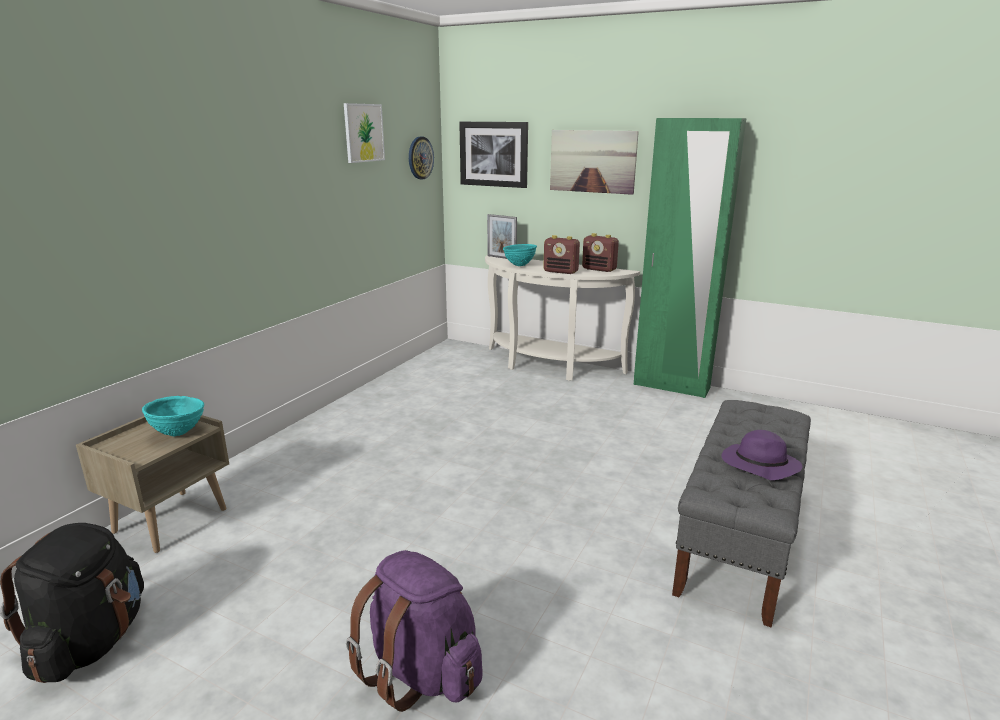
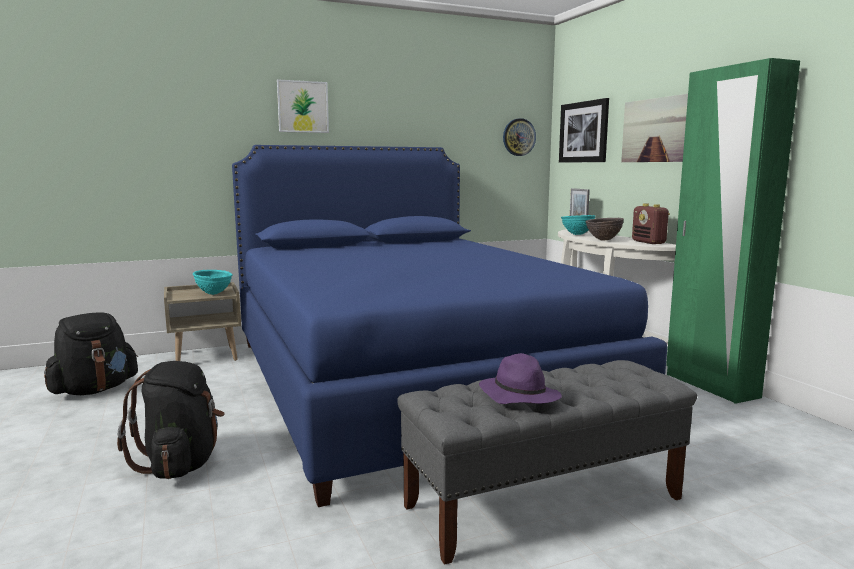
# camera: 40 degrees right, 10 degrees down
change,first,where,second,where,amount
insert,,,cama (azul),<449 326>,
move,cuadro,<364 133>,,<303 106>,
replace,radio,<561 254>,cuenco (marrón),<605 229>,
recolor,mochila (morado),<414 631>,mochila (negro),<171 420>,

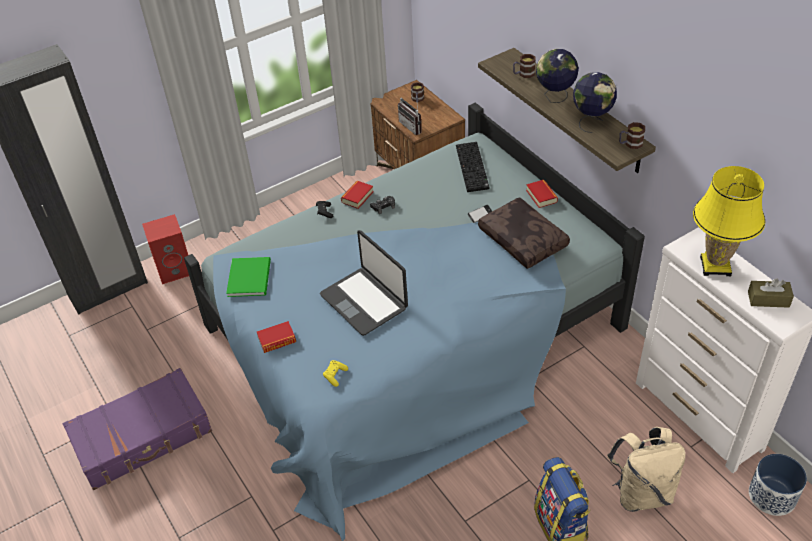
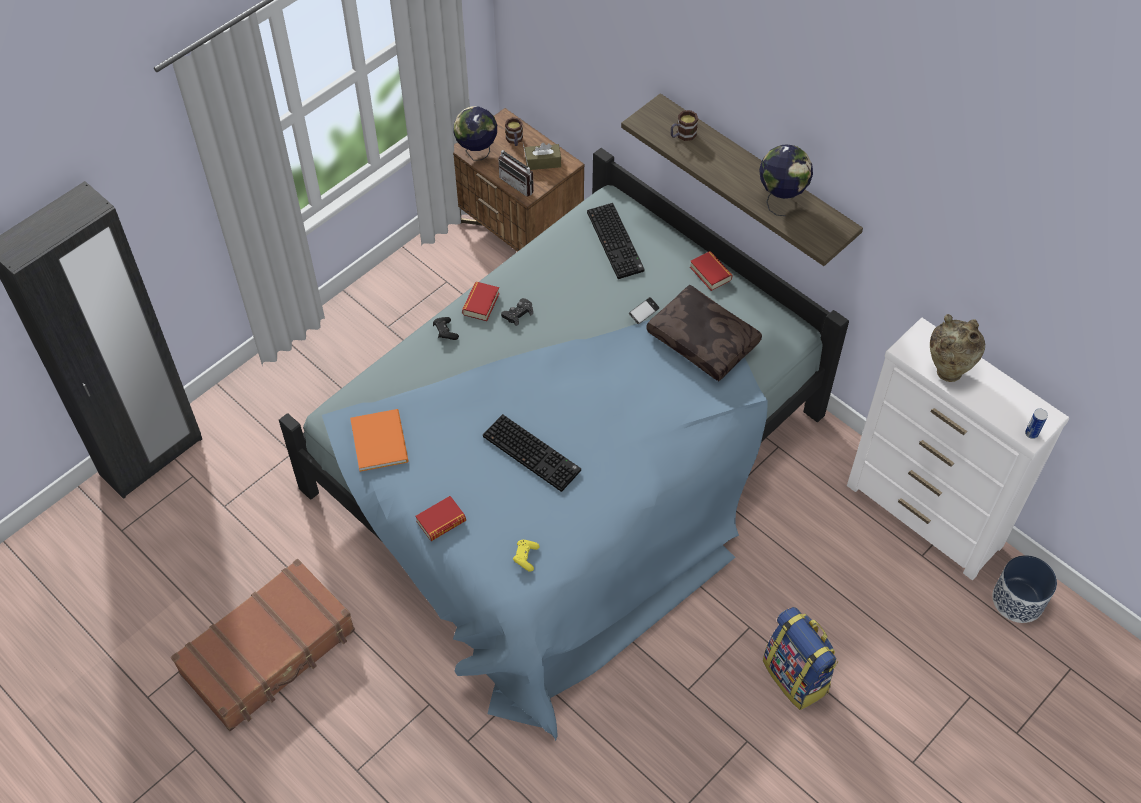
# camera: 15 degrees left, 10 degrees up
change,first,where,second,where,amount
delete,altavoz (rojo),<165 249>,,,
delete,mochila (beis),<646 469>,,,
delete,taza grande,<632 135>,,,
insert,,,lata,<1036 423>,
move,globo terráqueo,<557 76>,,<475 134>,
move,caja de pañuelos (marrón),<771 293>,,<543 156>,
replace,portátil,<364 283>,teclado,<532 453>,
replace,lámpara de mesa (amarillo),<729 221>,florero (beis),<957 348>,
recolor,maleta (morado),<137 429>,maleta (marrón),<263 645>,
recolor,libro (verde),<248 277>,libro (naranja),<379 440>,

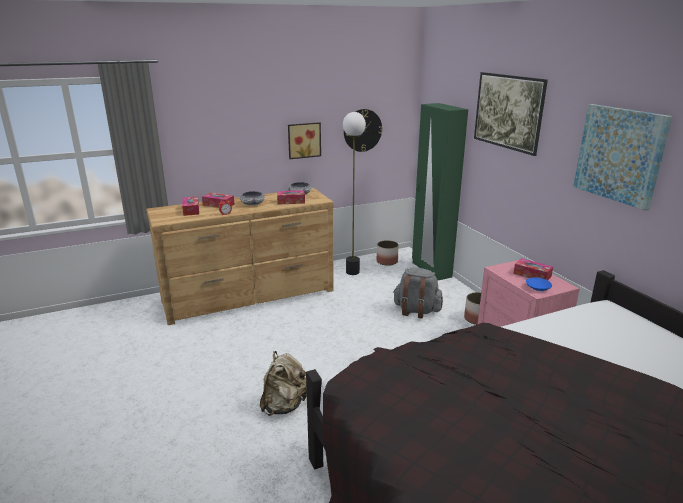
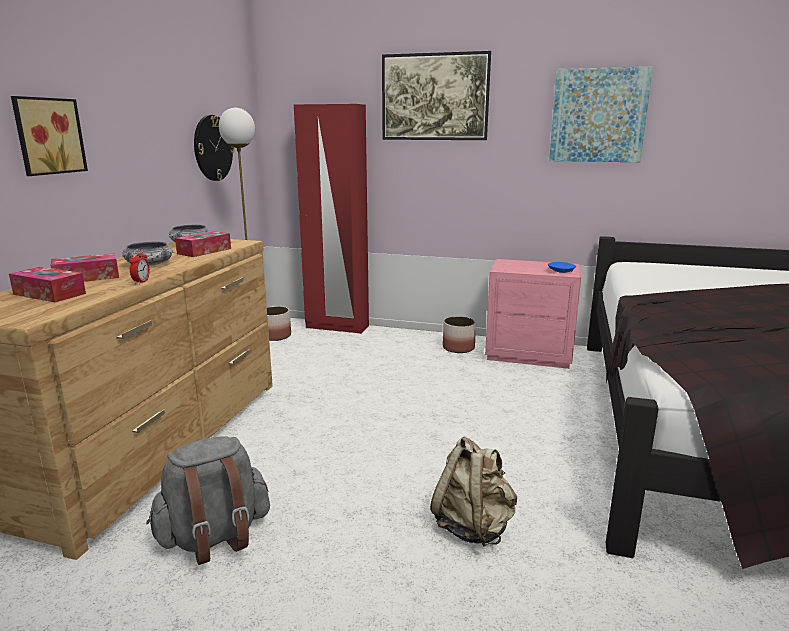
# camera: 50 degrees left, 5 degrees down
change,first,where,second,where,amount
delete,caja de pañuelos,<533 269>,,,
move,cuadro,<304 140>,,<49 136>,
move,mochila (gris),<418 293>,,<208 500>,
recolor,armario ropero (verde),<440 192>,armario ropero (rojo),<331 219>,

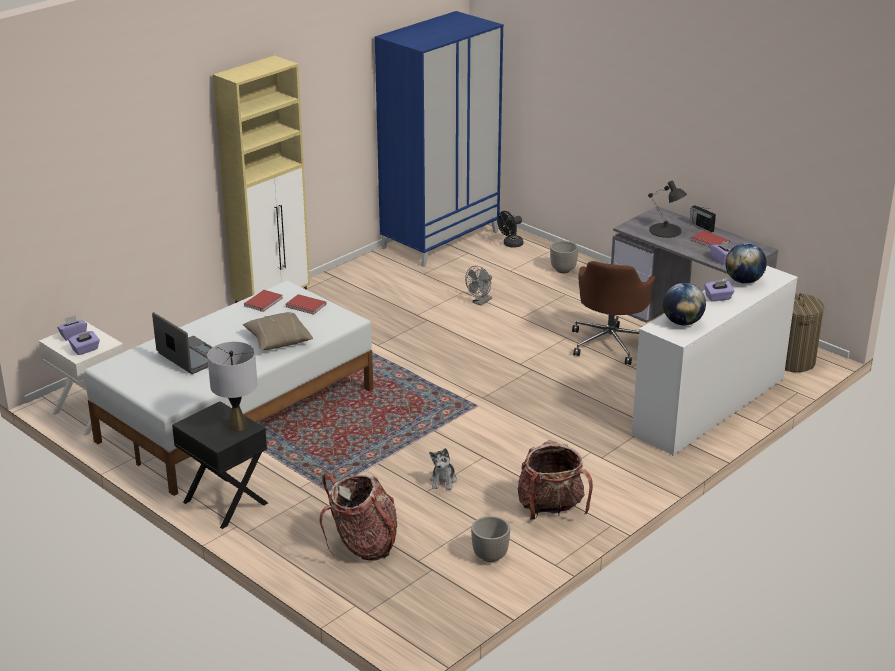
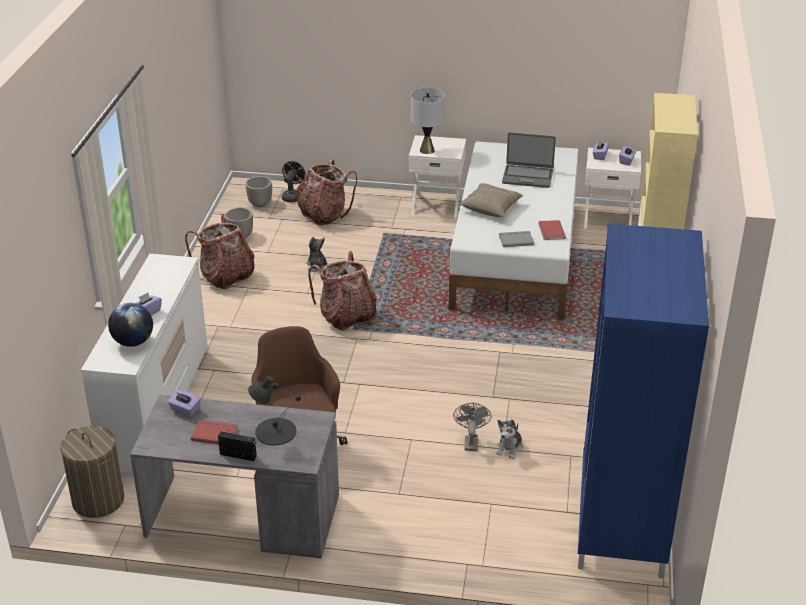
# camera: 145 degrees right, 5 degrees up
change,first,where,second,where,amount
delete,globo terráqueo,<684 304>,,,
insert,,,mochila,<342 291>,
insert,,,peluche,<509 439>,
move,ventilador (negro),<510 229>,,<294 181>,
move,maceta,<564 257>,,<258 191>,
recolor,mesita de noche (negro),<220 465>,mesita de noche (blanco),<437 176>,
recolor,libro (rojo),<306 304>,libro (gris),<516 239>,

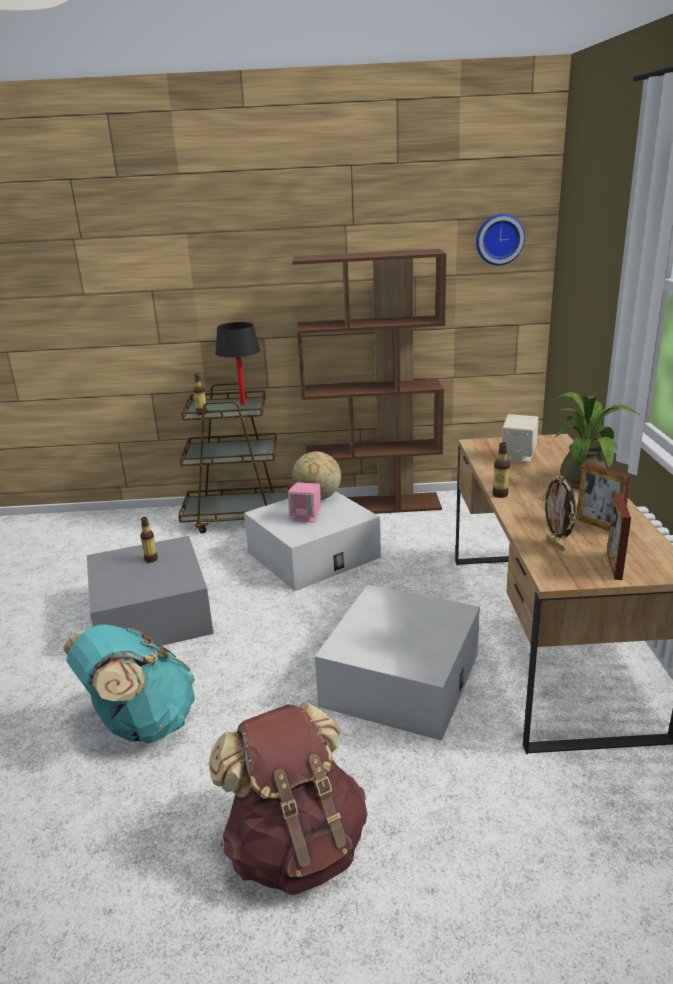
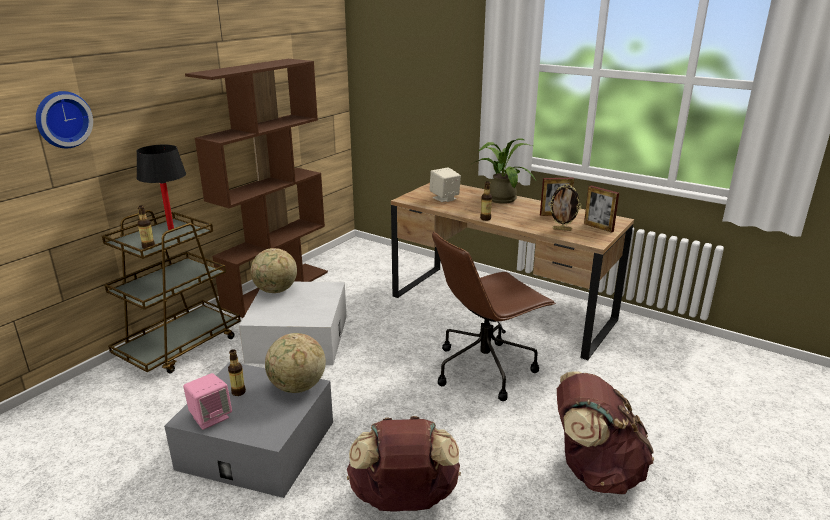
# camera: 55 degrees left, 0 degrees up
change,first,where,second,where,amount
insert,,,globo terráqueo,<295 363>,
move,altavoz (rosa),<304 502>,,<207 401>,
move,reloj de pared,<500 239>,,<64 119>,
replace,caja de almacenaje (blanco),<397 663>,silla de oficina (marrón),<494 316>,
recolor,mochila (turquesa),<129 683>,mochila (marrón),<404 464>,

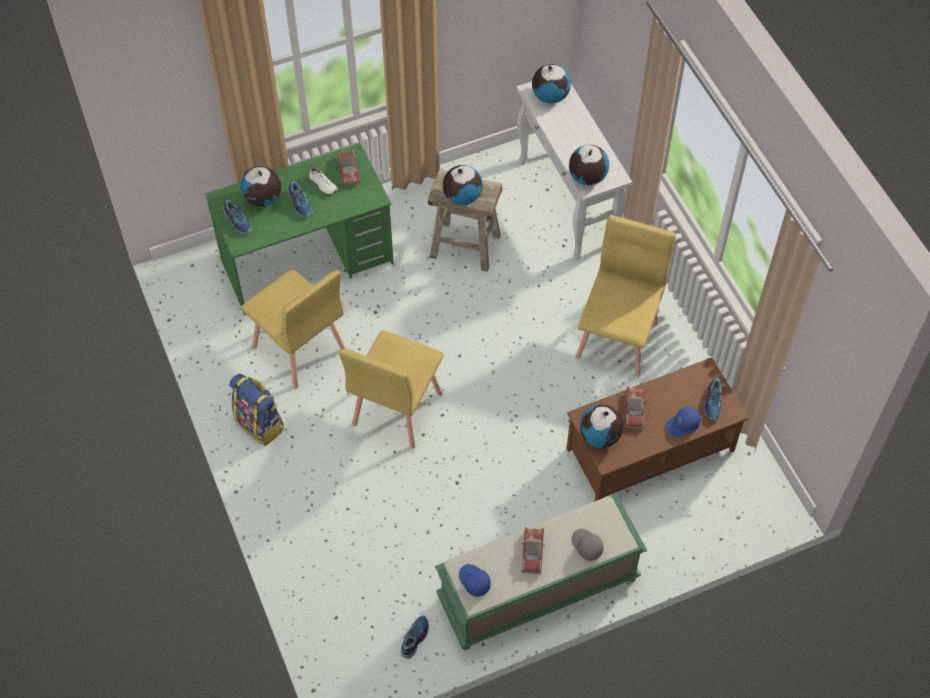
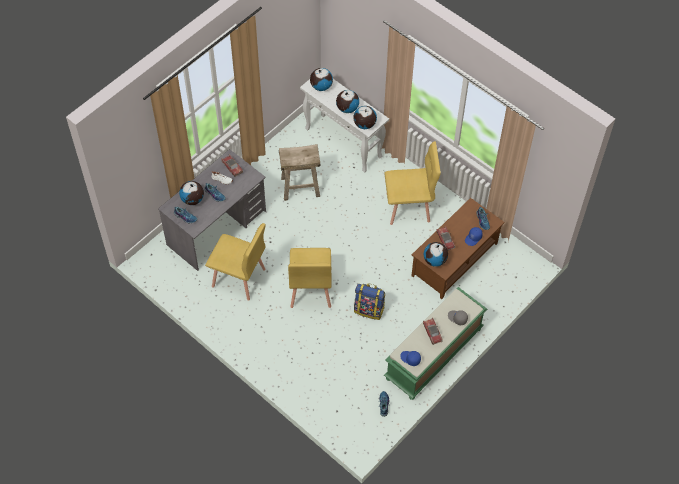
# camera: 25 degrees left, 0 degrees up
change,first,where,second,where,amount
move,mochila,<257 410>,,<369 301>,
move,globo terráqueo,<463 185>,,<347 101>,
recolor,escritorio (verde),<299 229>,escritorio (gris),<212 210>,
rotate,silla (amarillo),<625 296>,,<412 183>,90 degrees clockwise

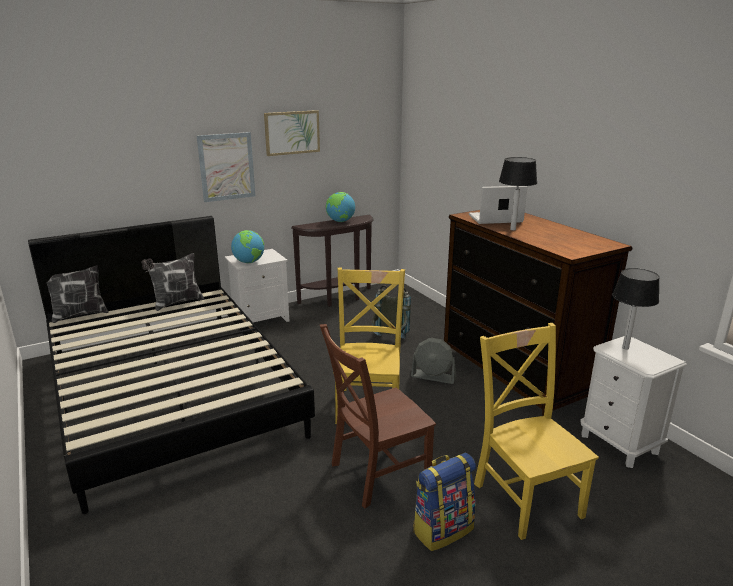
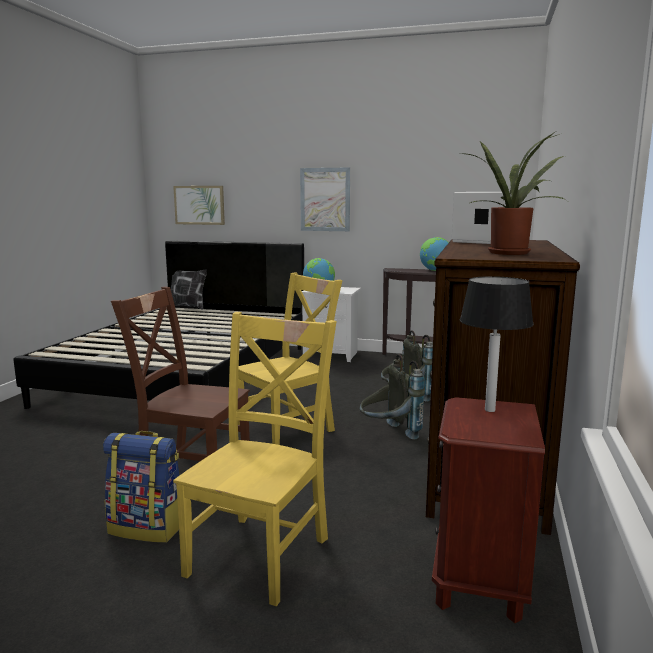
# camera: 45 degrees right, 10 degrees down
change,first,where,second,where,amount
delete,cojín,<172 282>,,,
delete,lámpara de mesa,<518 193>,,,
insert,,,planta en maceta,<513 193>,
move,cuadro,<292 133>,,<199 205>,
replace,ventilador (gris),<434 361>,mochila (gris),<392 396>,
recolor,mesita de noche (blanco),<633 402>,mesita de noche (marrón),<488 510>,

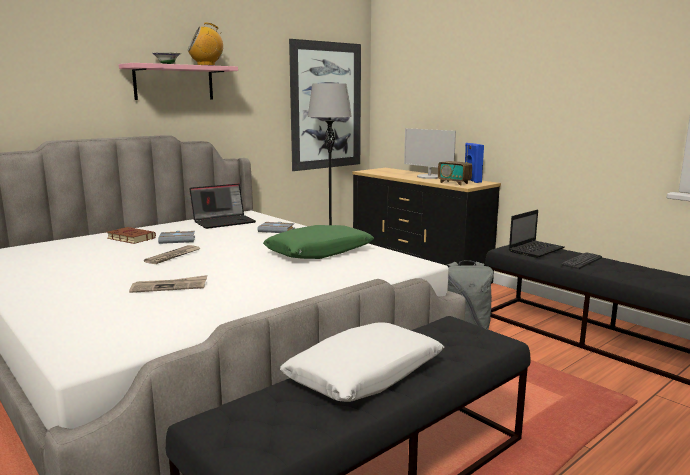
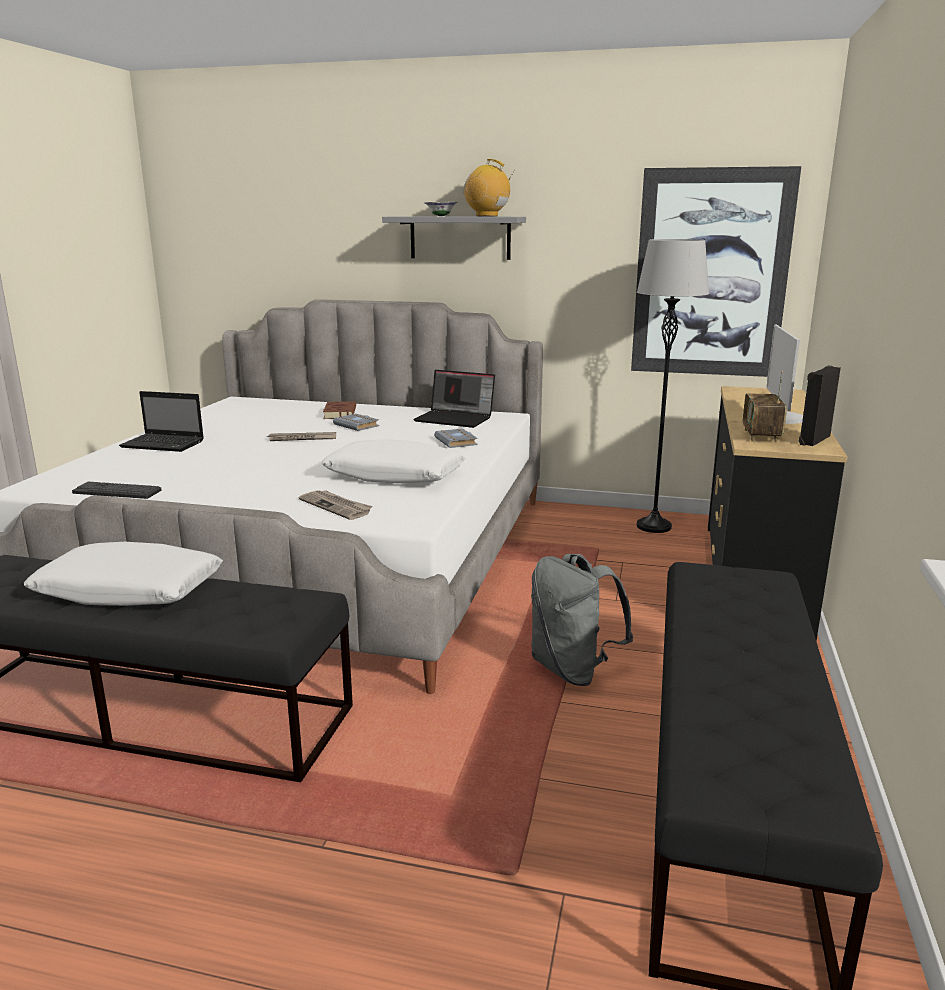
# camera: 55 degrees right, 5 degrees up
change,first,where,second,where,amount
move,periódico,<168 284>,,<336 505>,
move,portátil,<536 234>,,<161 421>,
move,teclado,<581 260>,,<117 490>,
recolor,estante (rosa),<178 81>,estante (gris),<454 238>,
recolor,cojín (verde),<318 242>,cojín (blanco),<393 461>,
recolor,altavoz (azul),<474 163>,altavoz (negro),<820 405>,

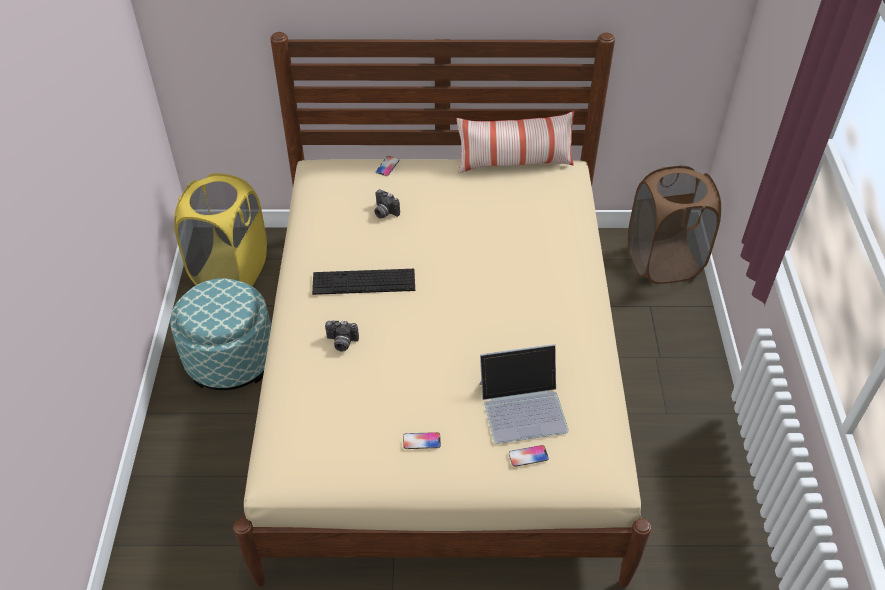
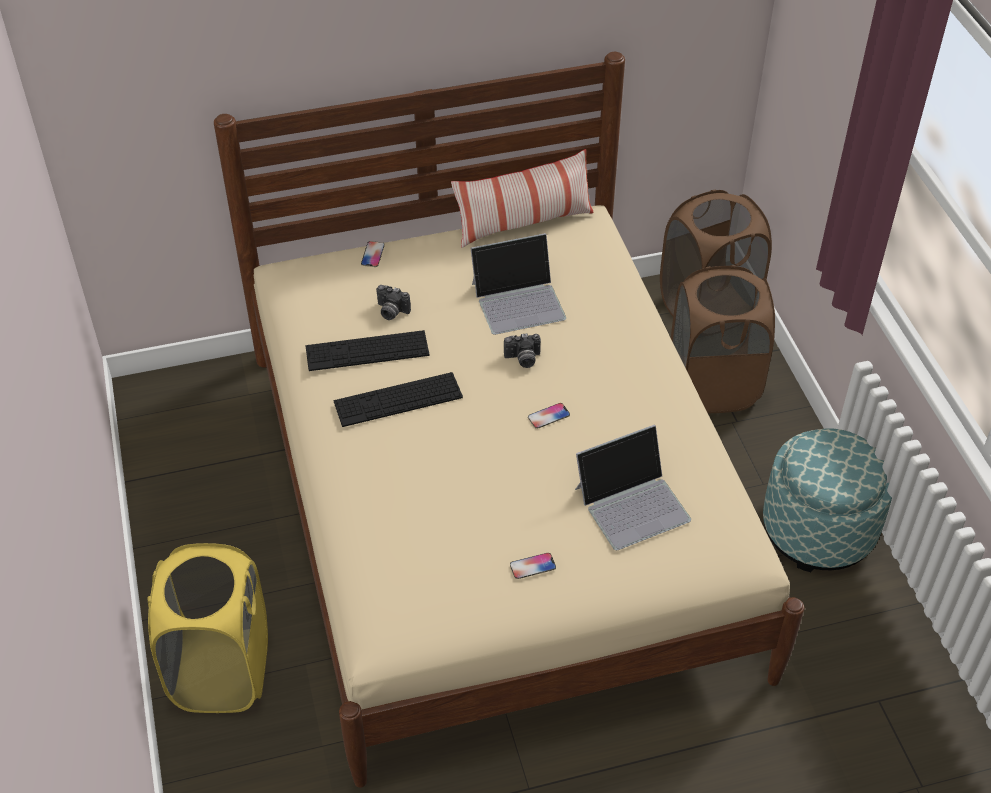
# camera: 15 degrees left, 0 degrees up
change,first,where,second,where,amount
insert,,,teclado,<367 350>,
insert,,,portátil,<518 284>,
insert,,,cesto de la ropa (marrón),<723 339>,
move,puf,<220 334>,,<827 500>,
move,cesto de la ropa (amarillo),<220 229>,,<208 628>,
move,cámara,<342 336>,,<522 350>,
move,móvil,<529 456>,,<549 416>,

